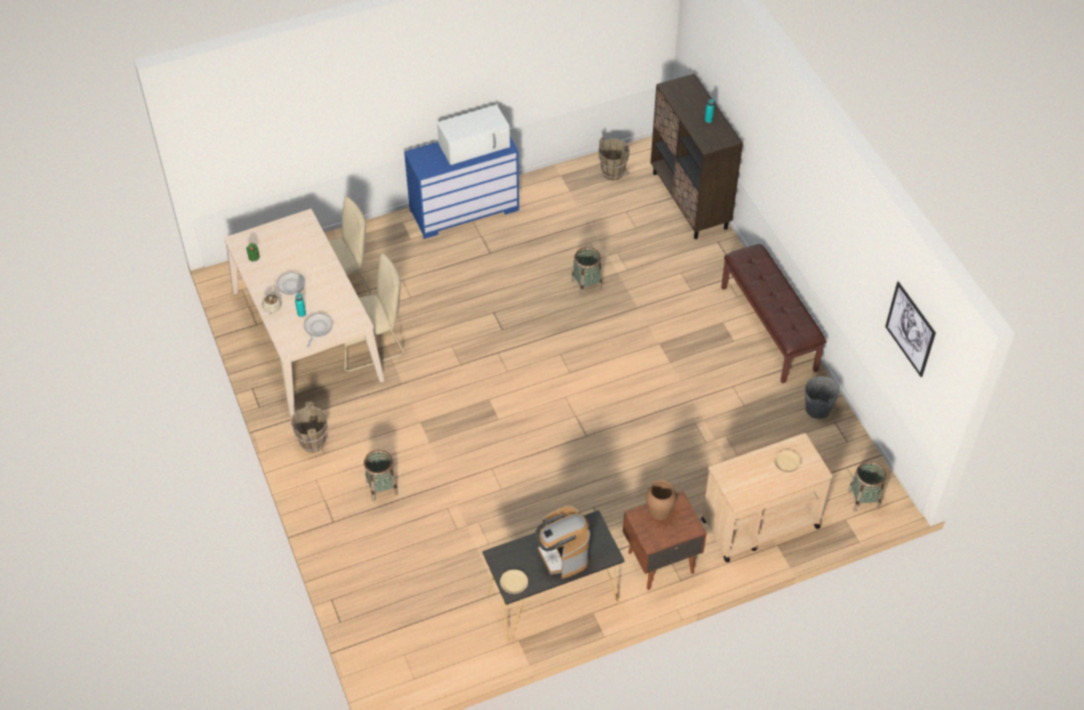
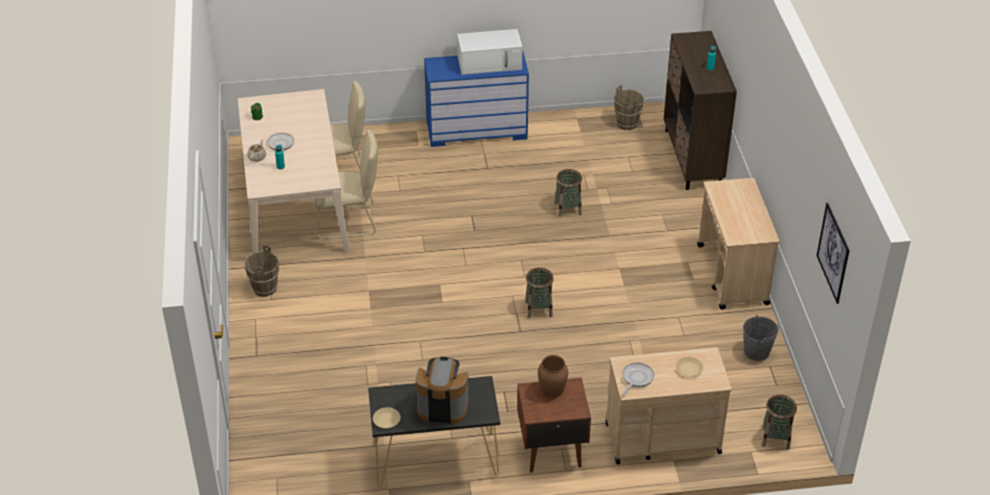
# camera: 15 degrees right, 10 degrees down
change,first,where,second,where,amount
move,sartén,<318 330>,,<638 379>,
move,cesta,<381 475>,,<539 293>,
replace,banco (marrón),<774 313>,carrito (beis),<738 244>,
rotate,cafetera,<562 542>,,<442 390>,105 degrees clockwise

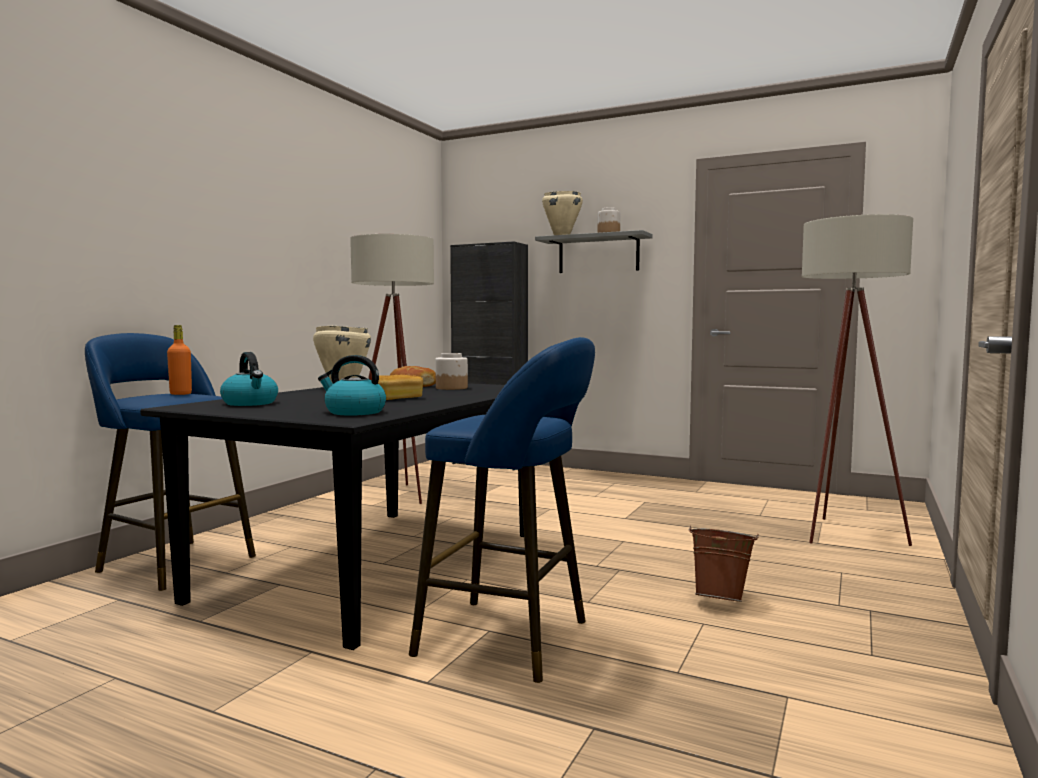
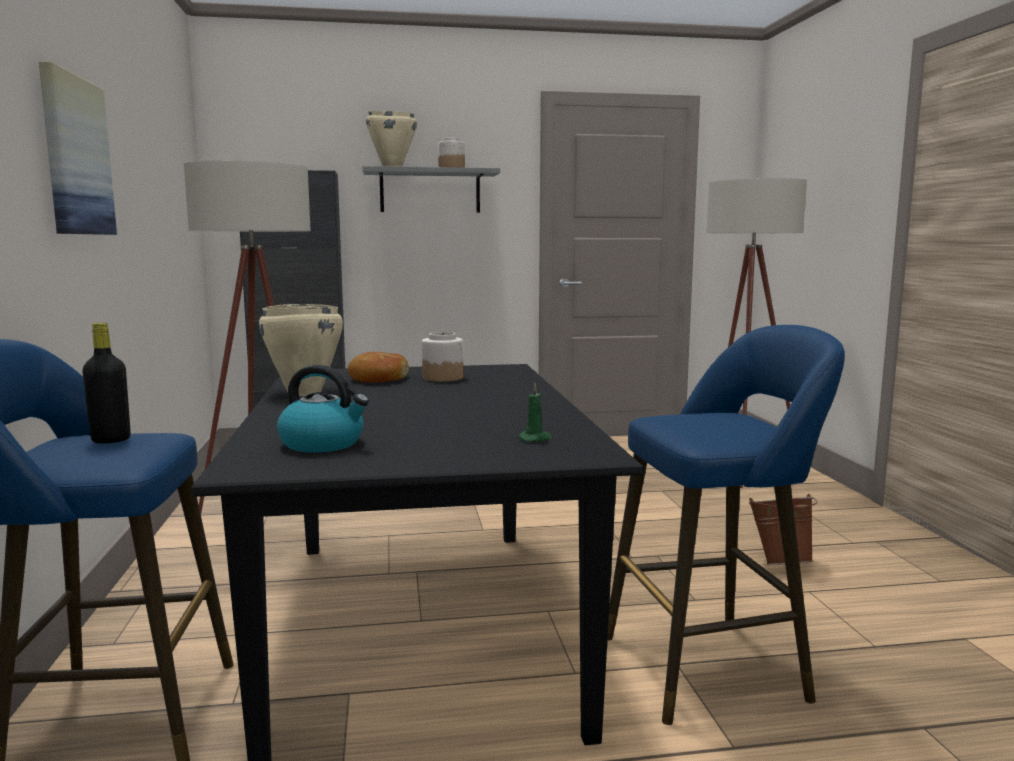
# camera: 35 degrees left, 5 degrees up
change,first,where,second,where,amount
delete,pan,<400 387>,,,
insert,,,cuadro,<78 148>,
replace,hervidor,<352 385>,vela (verde),<535 412>,
recolor,botella (naranja),<179 360>,botella (negro),<106 383>,

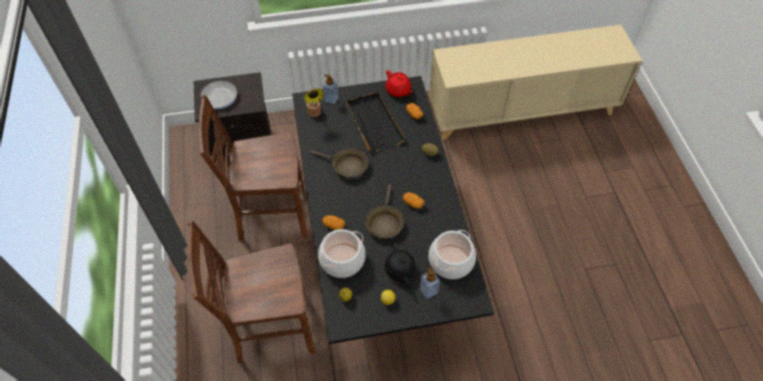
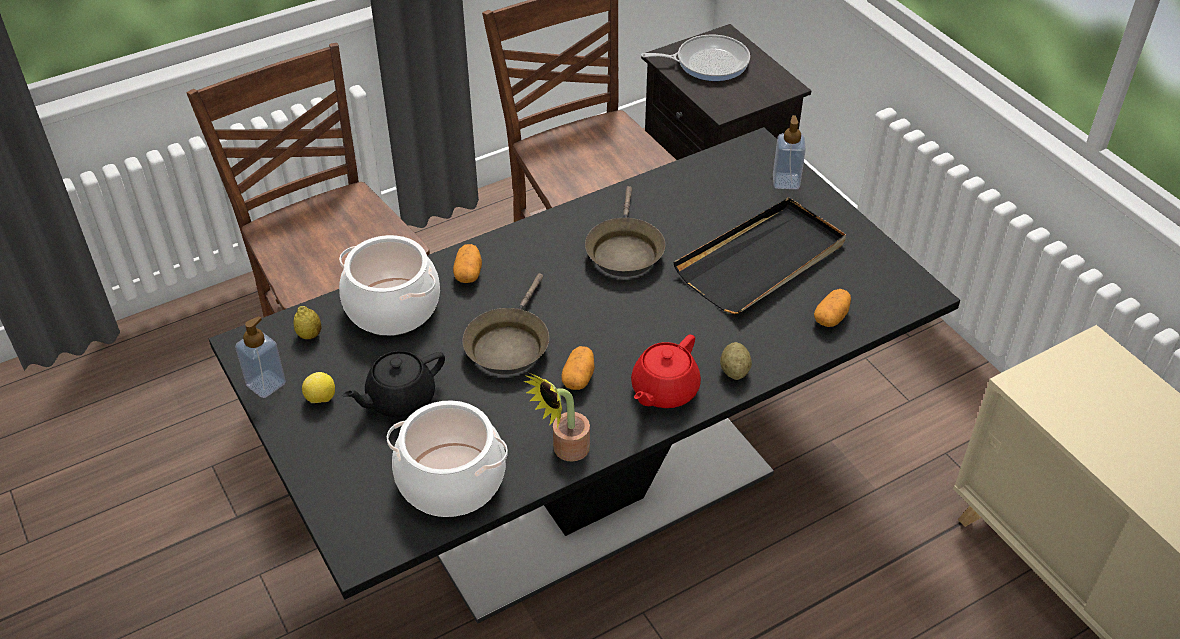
# camera: 70 degrees right, 10 degrees down
change,first,where,second,where,amount
move,planta en maceta,<314 102>,,<556 417>,
move,tetera (rojo),<399 83>,,<666 371>,
move,dispensador de jabón,<430 283>,,<260 357>,
rotate,sartén (marrón),<384 211>,,<505 324>,60 degrees counterclockwise

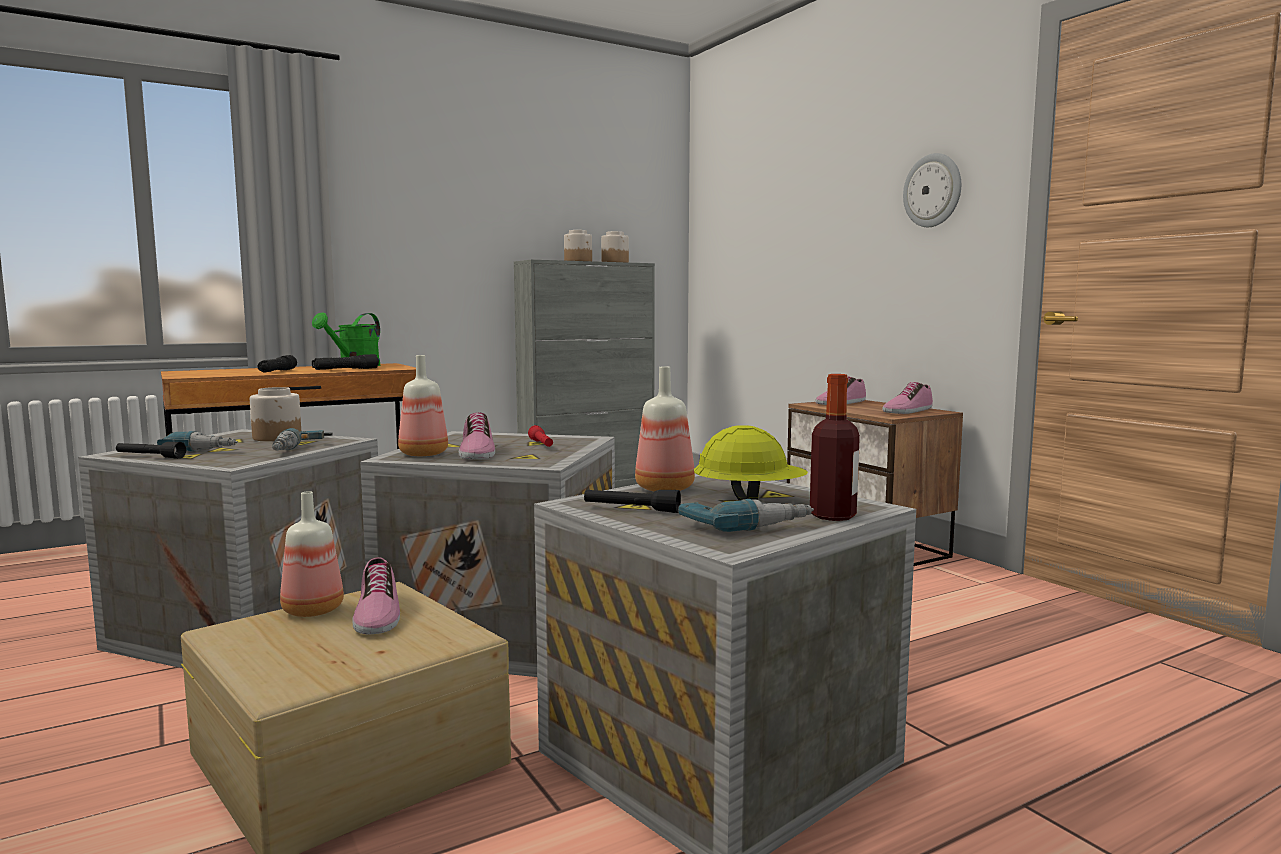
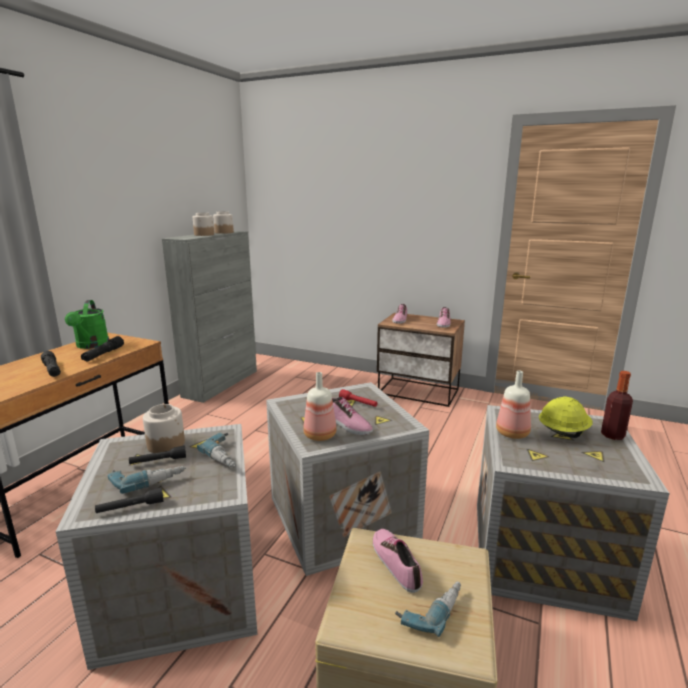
# camera: 35 degrees left, 10 degrees up
change,first,where,second,where,amount
delete,botella,<312 554>,,,
delete,reloj de pared,<932 190>,,,
move,linterna (negro),<632 501>,,<157 454>,
move,taladro,<746 515>,,<428 609>,
rotate,zapato,<376 596>,,<398 561>,150 degrees counterclockwise

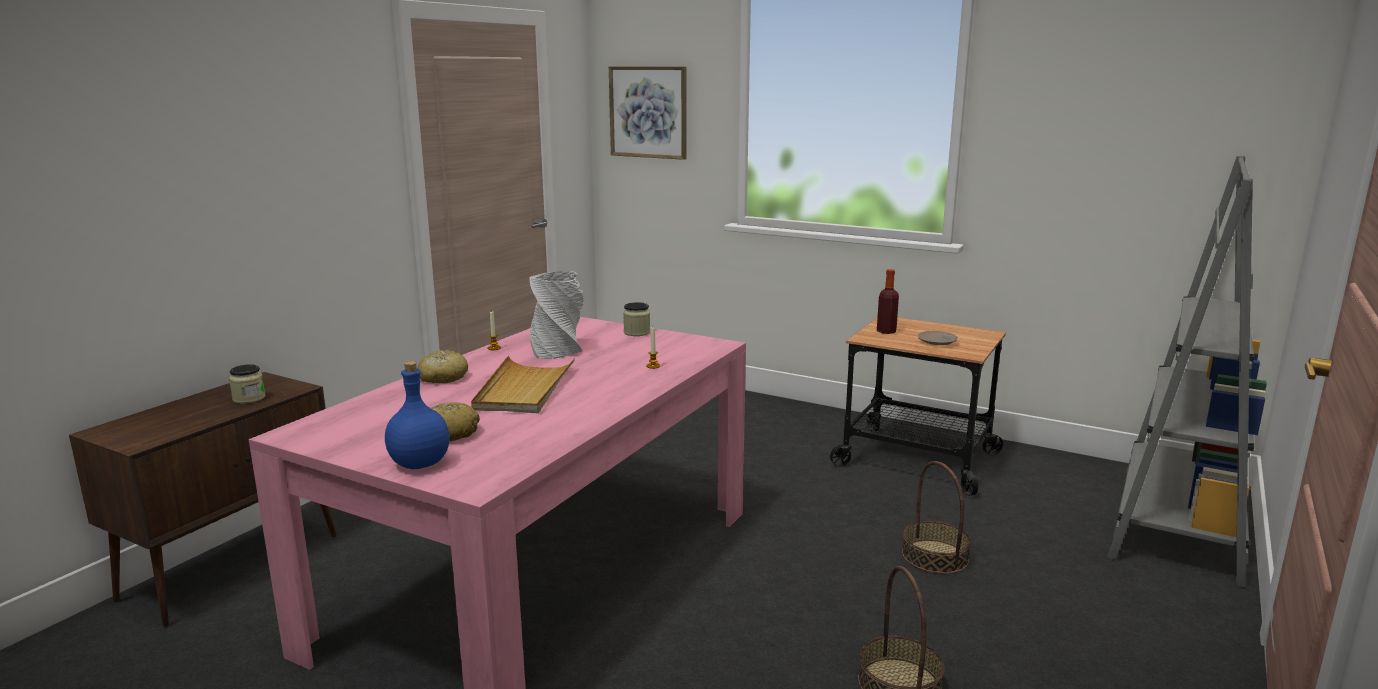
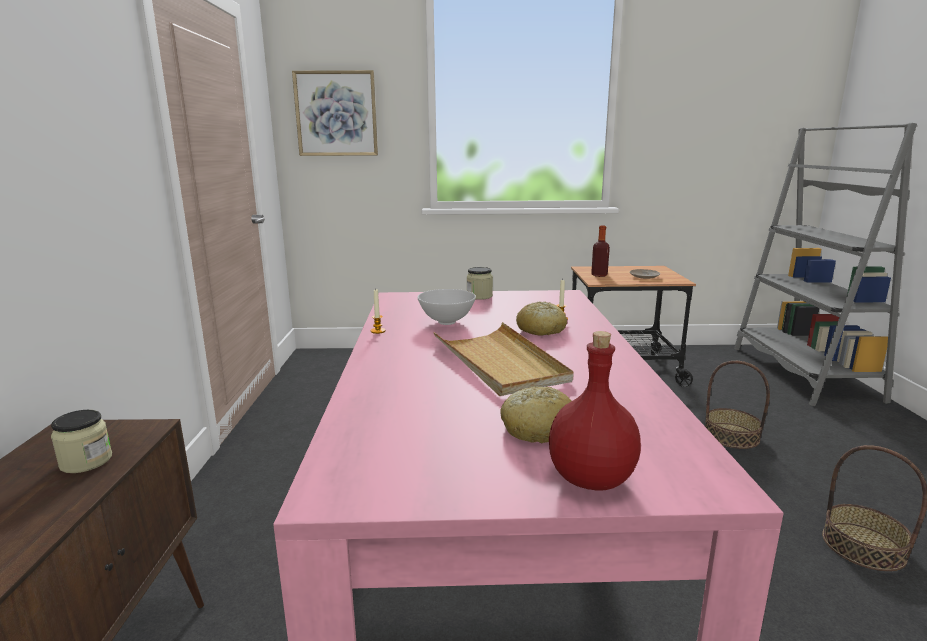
# camera: 30 degrees left, 0 degrees up
change,first,where,second,where,amount
move,pan,<442 366>,,<541 319>,
replace,florero (gris),<556 315>,cuenco (blanco),<446 307>,
recolor,botella (azul),<417 415>,botella (rojo),<595 410>,

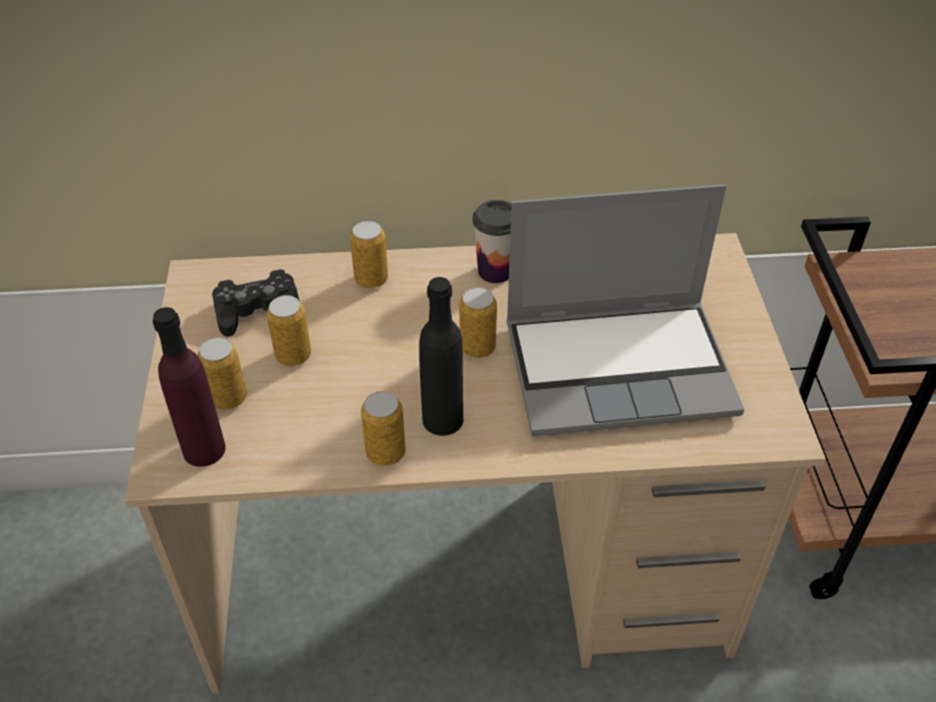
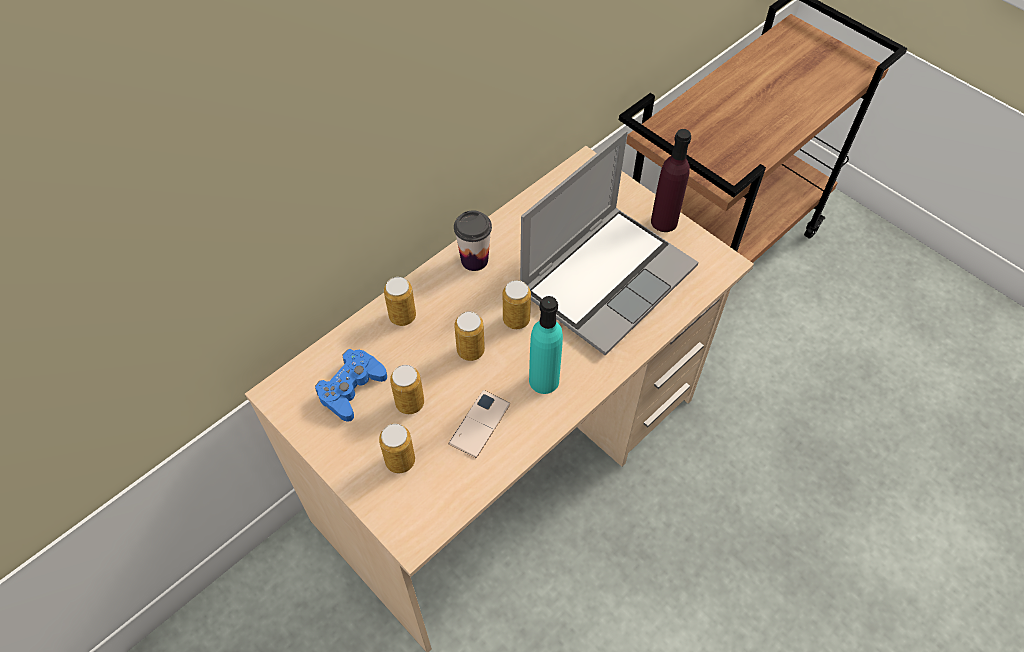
# camera: 40 degrees left, 10 degrees up
change,first,where,second,where,amount
insert,,,móvil,<479 424>,
move,botella (morado),<189 387>,,<671 180>,
move,lata,<383 428>,,<469 336>,
recolor,mando de consola (negro),<256 303>,mando de consola (azul),<351 385>,
recolor,botella (negro),<441 356>,botella (turquesa),<546 345>,

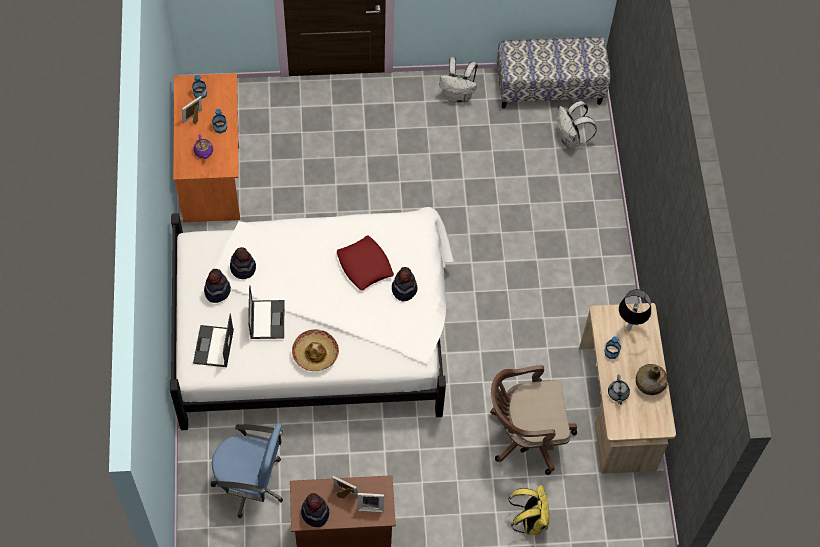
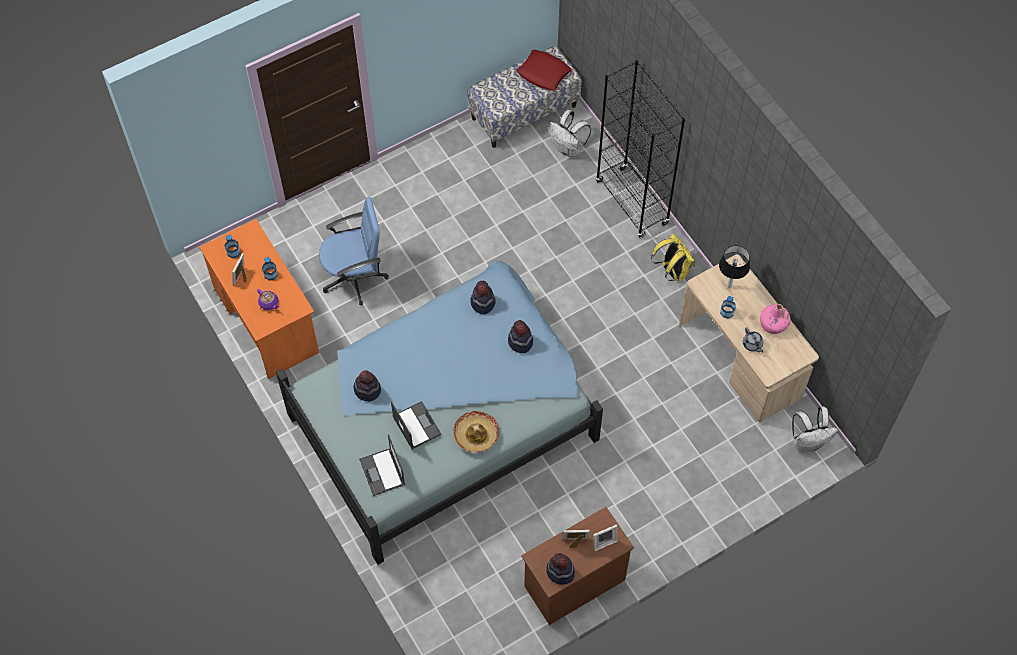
# camera: 25 degrees left, 0 degrees up
change,first,where,second,where,amount
delete,silla de oficina (marrón),<533 420>,,,
insert,,,estantería (negro),<640 149>,
move,sombrero,<217 286>,,<483 297>,
move,silla de oficina (azul),<247 470>,,<354 251>,
move,cojín (rojo),<365 263>,,<544 70>,
move,mochila (blanco),<458 80>,,<815 429>,
move,mochila (amarillo),<528 510>,,<673 257>,
recolor,cama (blanco),<312 318>,cama (azul),<439 413>,
recolor,botella (verde),<652 379>,botella (rosa),<775 319>,

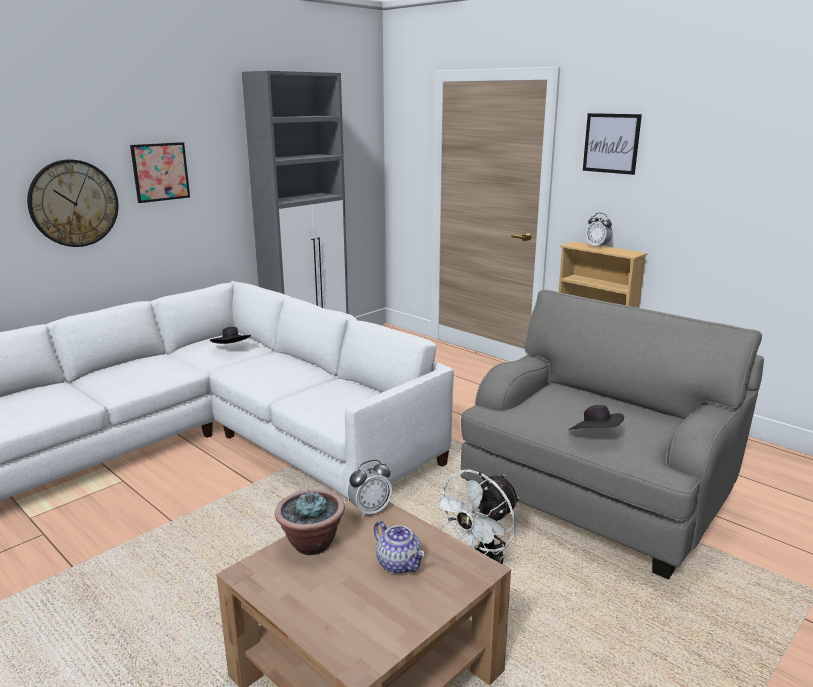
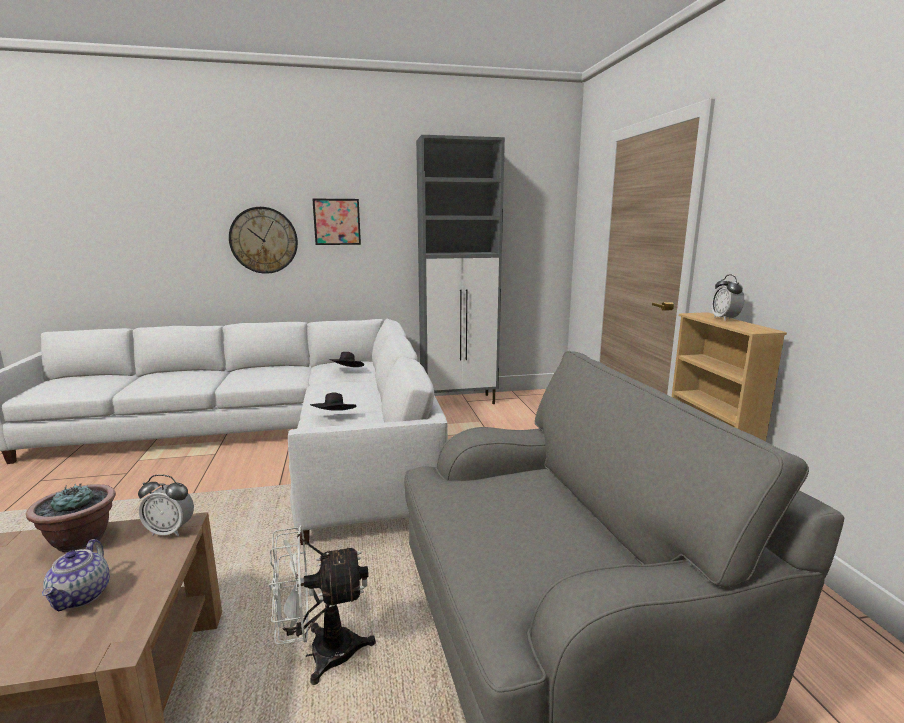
# camera: 35 degrees right, 5 degrees down
change,first,where,second,where,amount
delete,cuadro,<612 144>,,,
move,sombrero (negro),<596 417>,,<333 401>,

